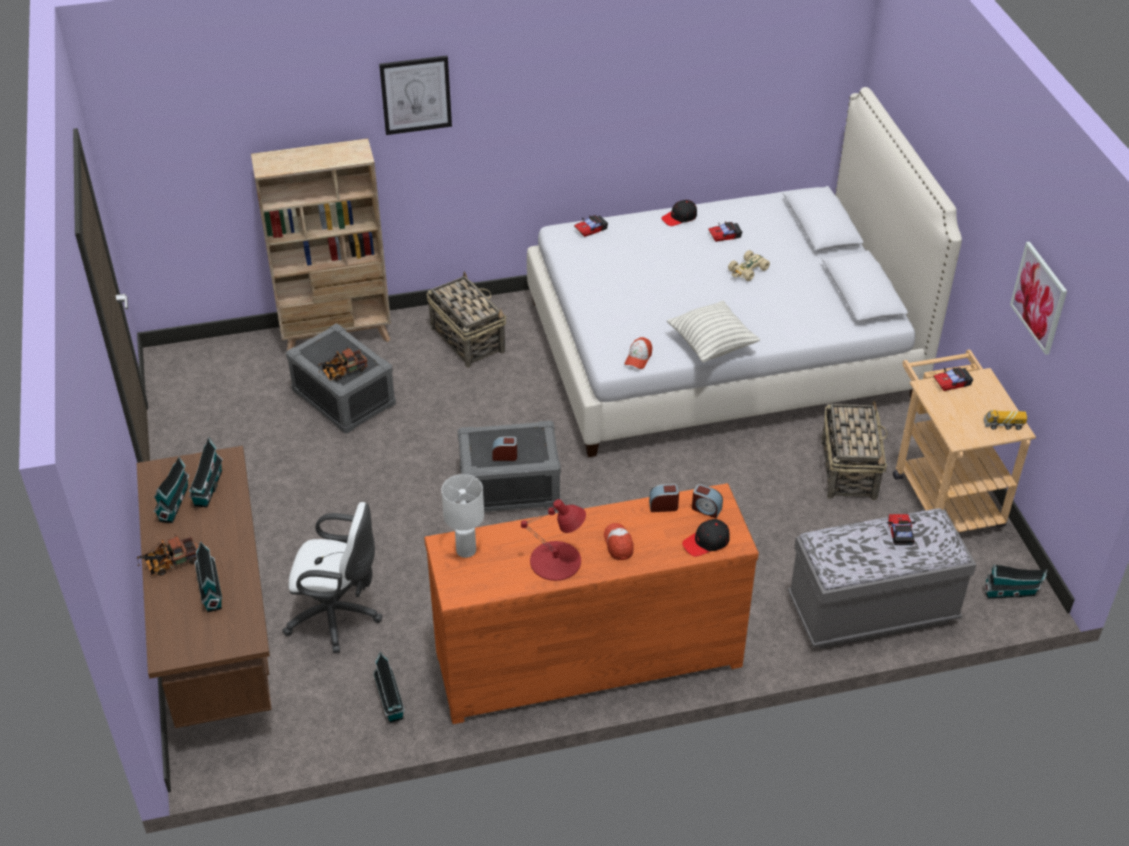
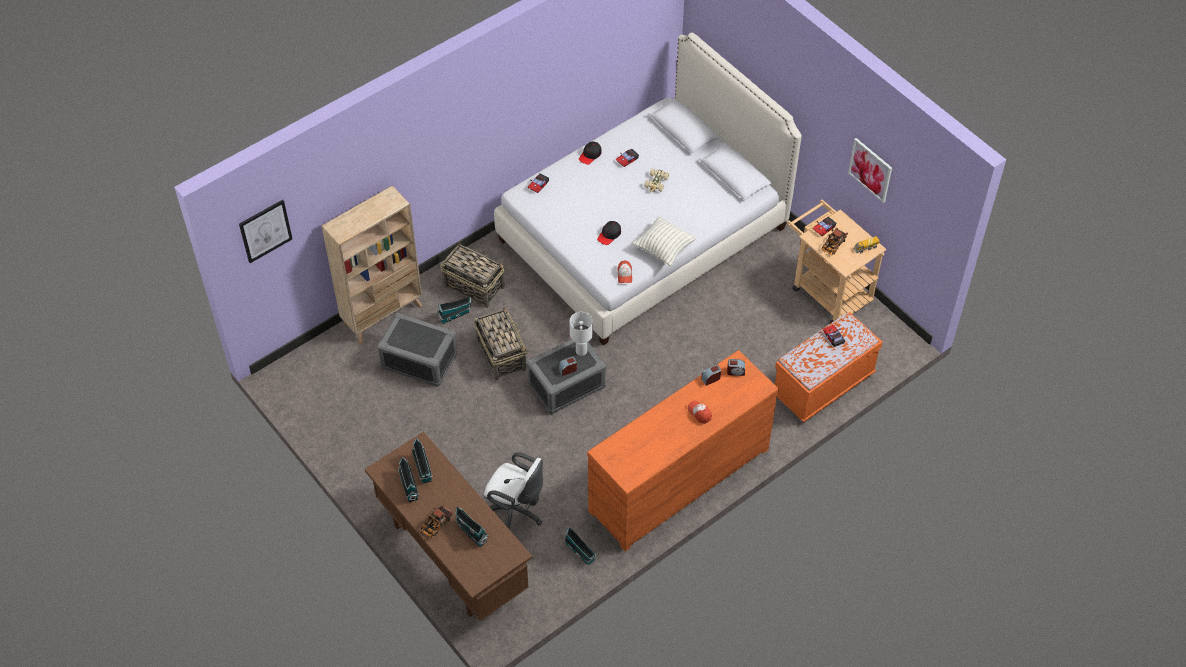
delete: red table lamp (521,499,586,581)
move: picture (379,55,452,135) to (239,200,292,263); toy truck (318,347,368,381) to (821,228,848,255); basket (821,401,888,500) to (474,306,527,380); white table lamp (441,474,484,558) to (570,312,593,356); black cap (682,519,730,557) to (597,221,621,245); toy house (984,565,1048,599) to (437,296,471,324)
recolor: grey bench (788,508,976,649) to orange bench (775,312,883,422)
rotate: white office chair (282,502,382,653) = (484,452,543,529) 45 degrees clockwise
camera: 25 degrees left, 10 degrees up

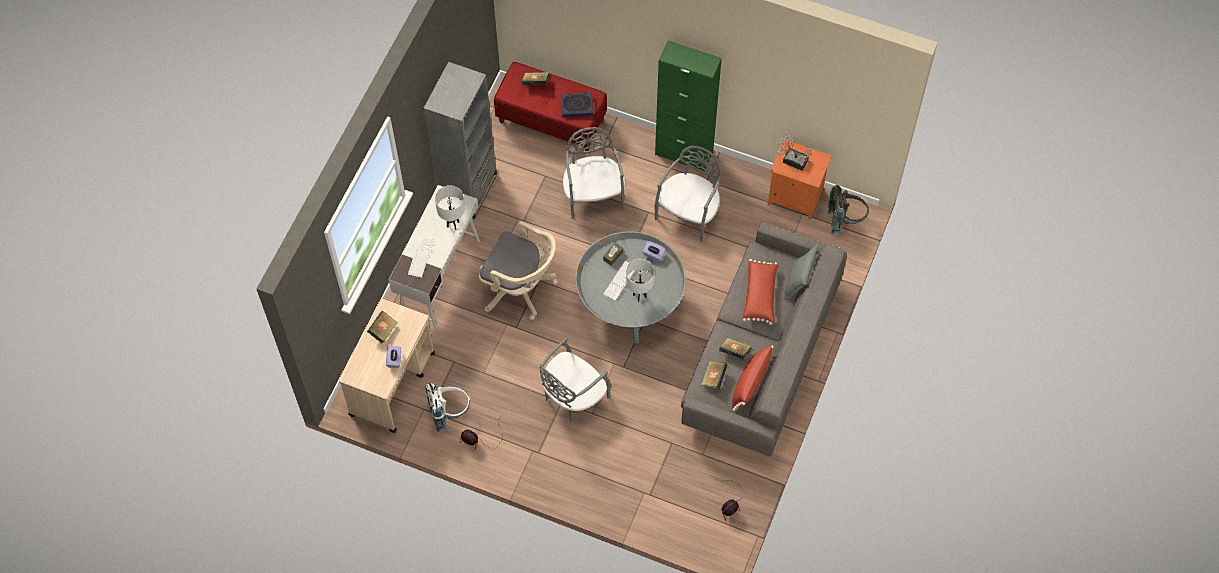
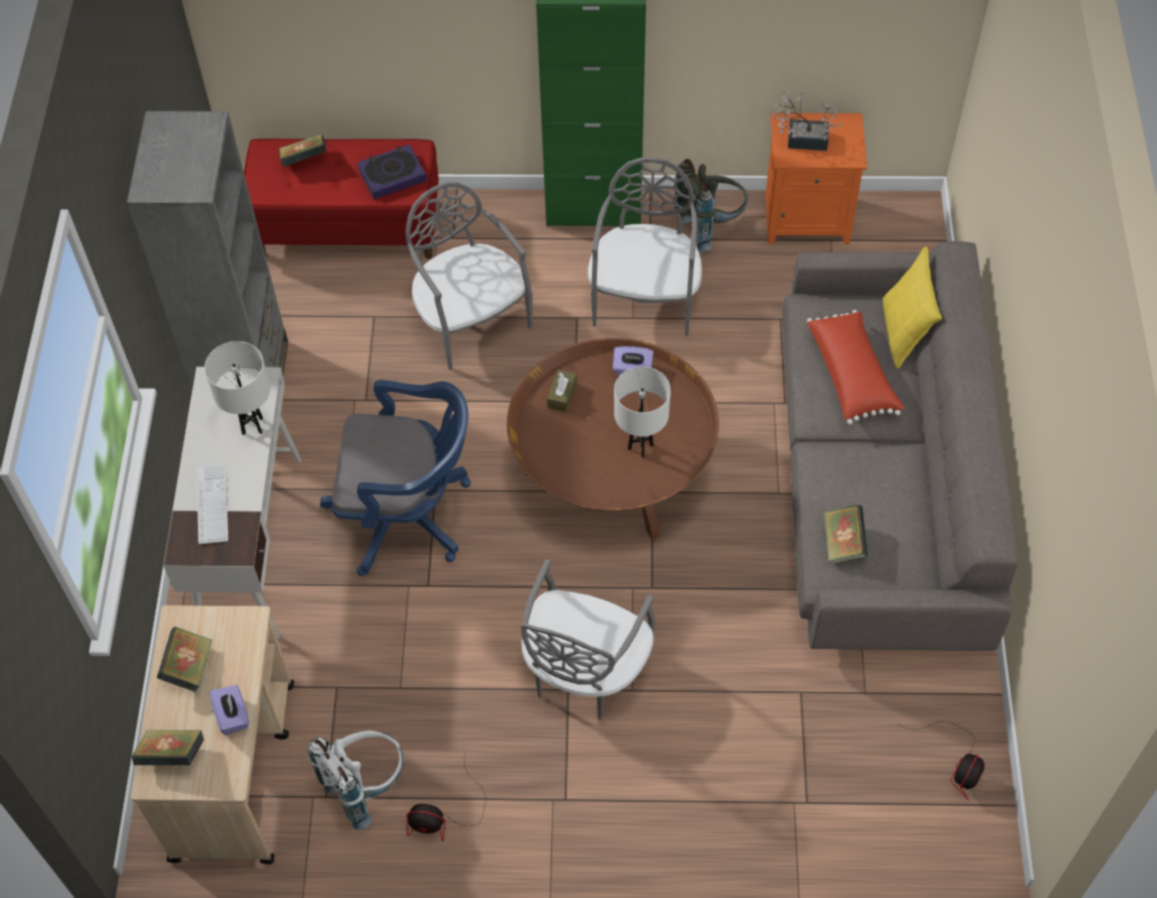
delete: keyboard (603,261,634,301); red pillow (732,345,774,411)
move: grey backpack (828,185,869,235) to (675,159,748,251); book (719,338,752,359) to (132,730,204,766)
recolor: beige office chair (479,221,558,320) to blue office chair (320,380,471,576); grey coffee table (575,232,686,344) to brown coffee table (507,338,719,541); grey pillow (784,244,818,300) to yellow pillow (883,247,942,369)
camera: 20 degrees left, 5 degrees down

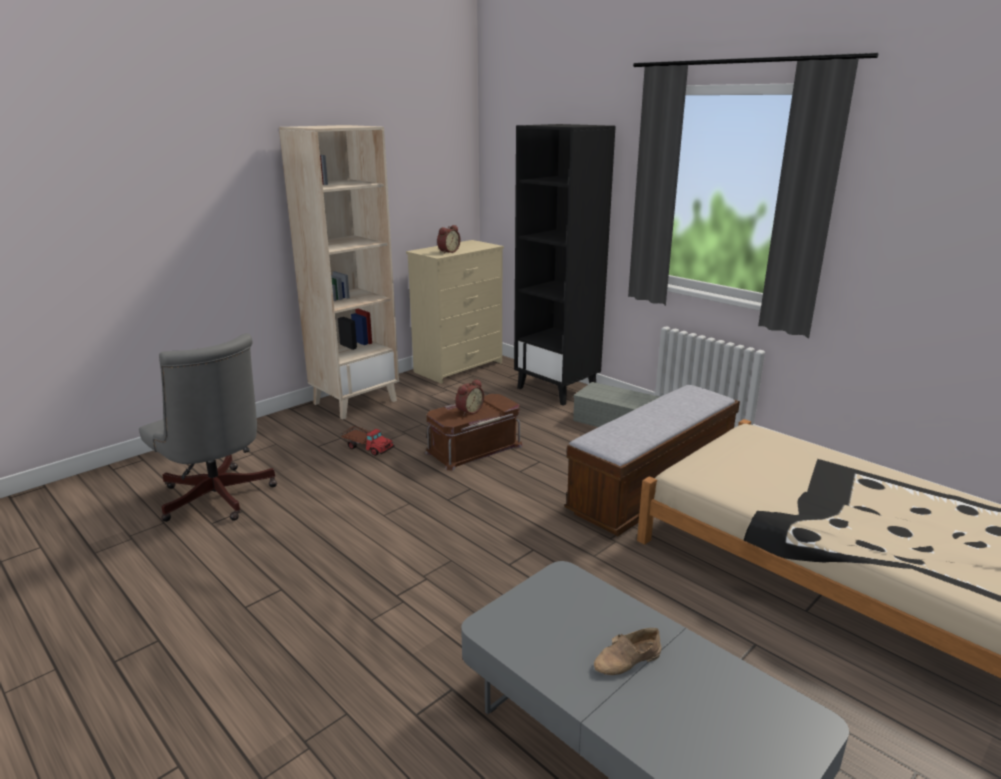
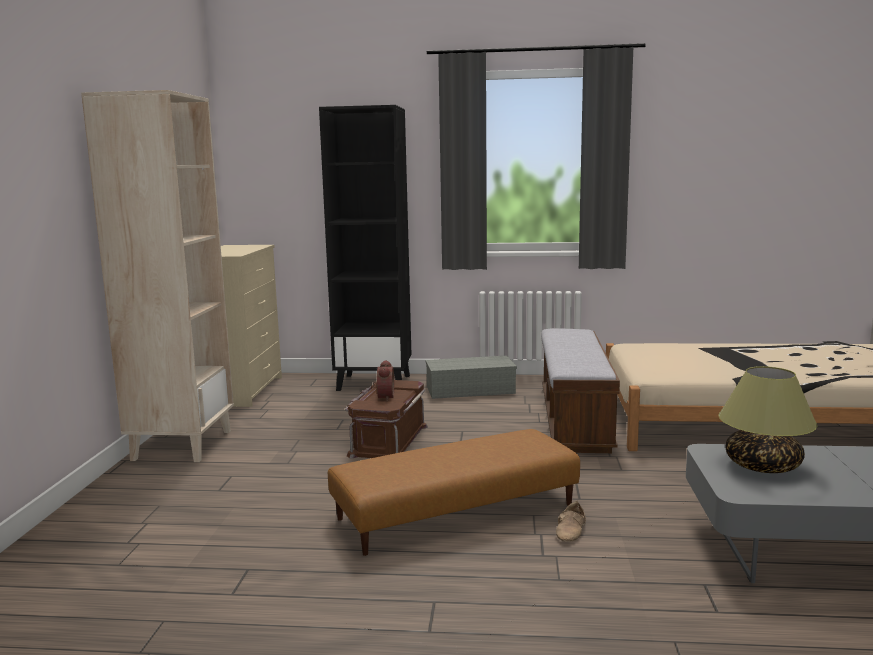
delete: alarm clock (437,225,460,254); grey office chair (139,333,277,522); toy truck (341,426,395,456)
insert: table lamp (719,366,817,473); brown ottoman (328,429,580,556)
move: beige shoe (594,628,661,675) to (556,501,586,542)
camera: 40 degrees left, 10 degrees down

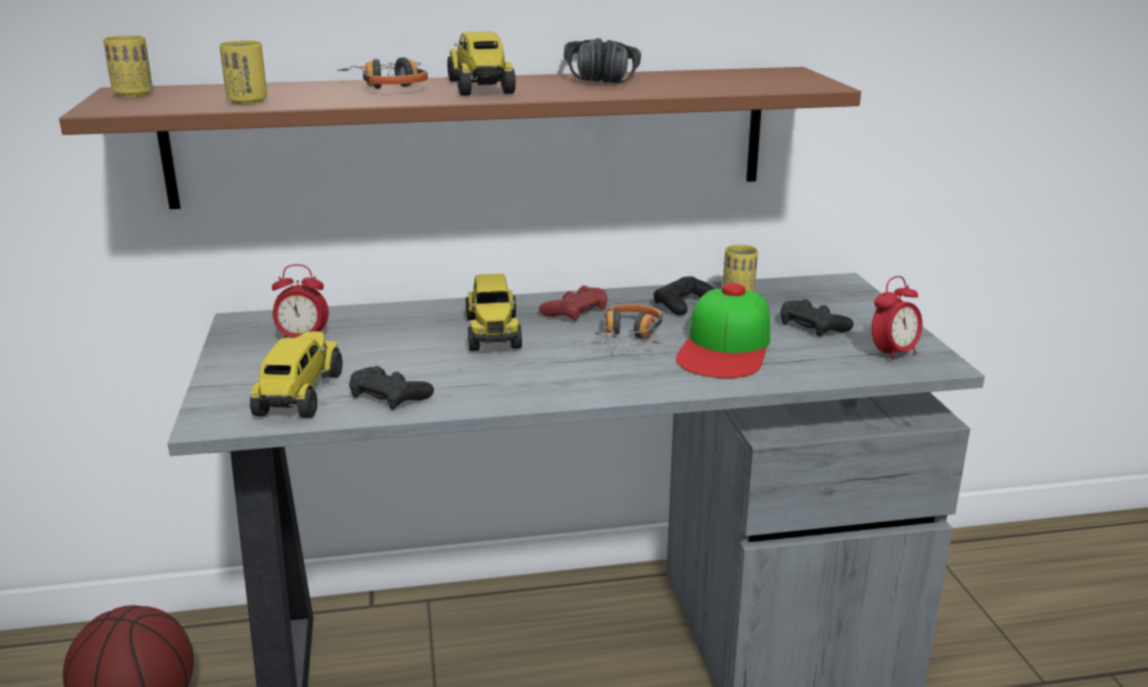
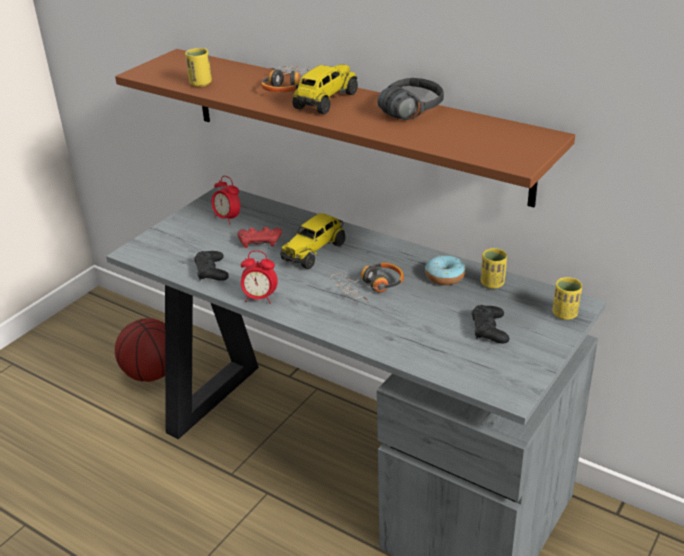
delete: cap (676,283,770,378); toy truck (250,331,343,418)
move: yellow cup (103,35,152,97) to (552,277,582,320); alarm clock (872,276,923,362) to (241,251,278,303); red game controller (539,285,608,322) to (238,227,282,248)
replace: black game controller (653,276,715,315) to donut (425,255,465,285)
camera: 45 degrees right, 10 degrees up

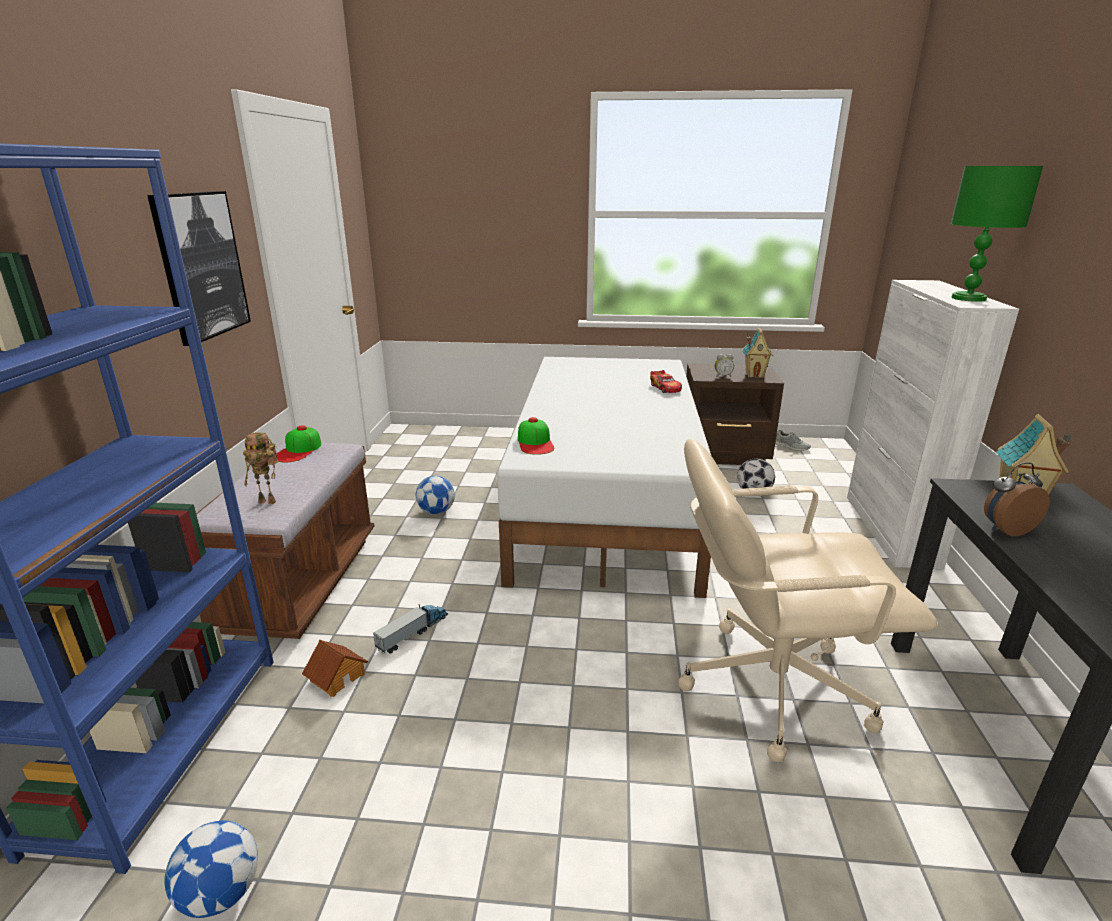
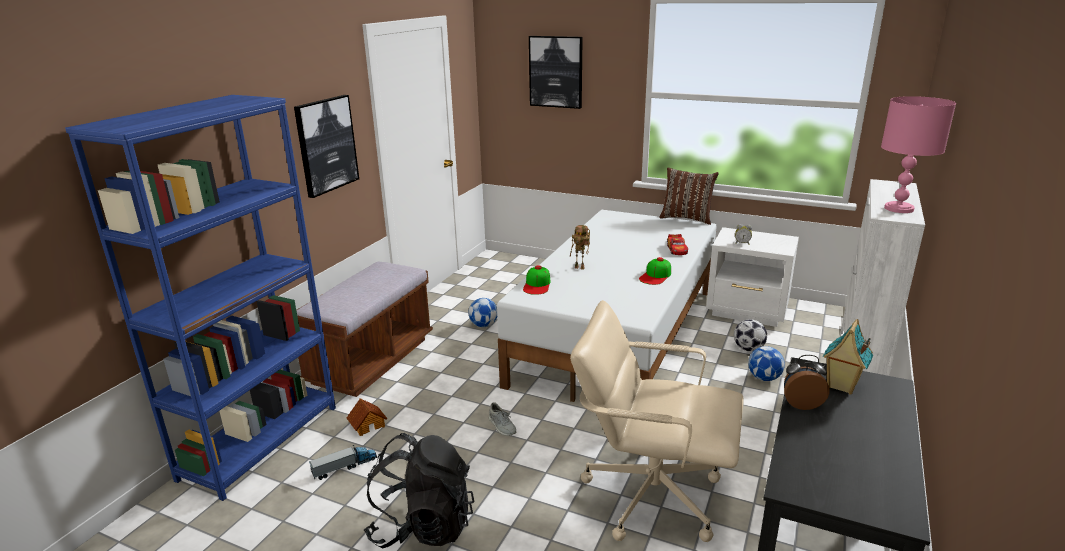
delete: toy house (742,328,773,378)
insert: picture (529,36,583,109); brown pillow (659,168,719,225); black backpack (364,433,474,548)
move: cap (276,425,321,462) to (639,257,671,285); grey shoe (775,430,811,451) to (489,402,516,436); toy robot (243,432,278,504) to (570,225,590,270); toy truck (373,604,448,654) to (309,445,378,480); football (165,821,258,918) to (748,346,785,381)
recolor: green table lamp (951,166,1043,302) to pink table lamp (881,96,956,213); brown nightstand (686,363,784,465) to white nightstand (706,227,799,327)
camera: 20 degrees right, 0 degrees up

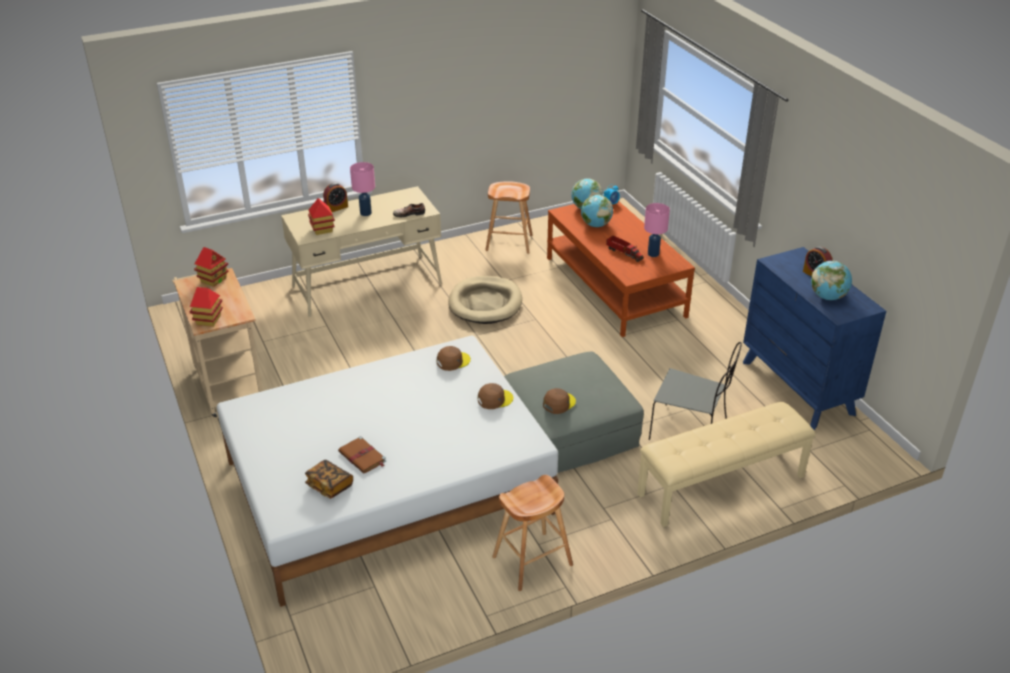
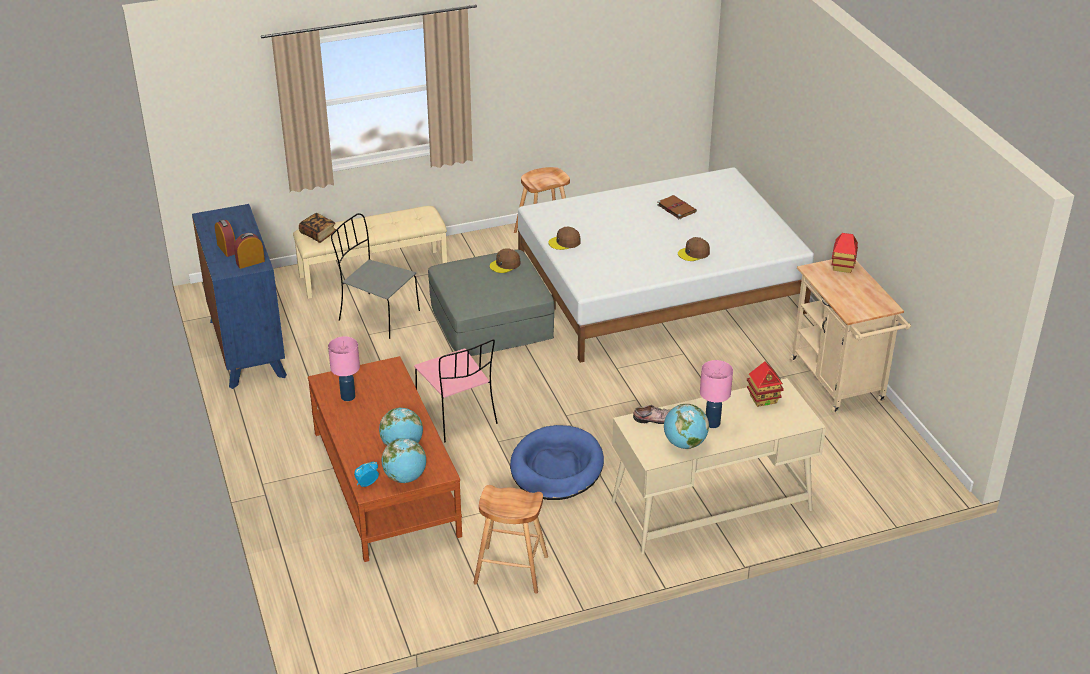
delete: toy truck (606,235,644,262); toy house (194,247,229,287)
insert: pink chair (414,339,498,442)
move: alarm clock (323,183,348,212) to (234,233,265,269); globe (811,261,852,300) to (664,404,709,449); brown cap (437,346,471,371) to (678,237,710,261); book (305,460,353,499) to (299,213,336,243)
recolor: beige dog bed (448,276,522,324) to blue dog bed (510,425,604,500)
camera: 175 degrees left, 0 degrees up

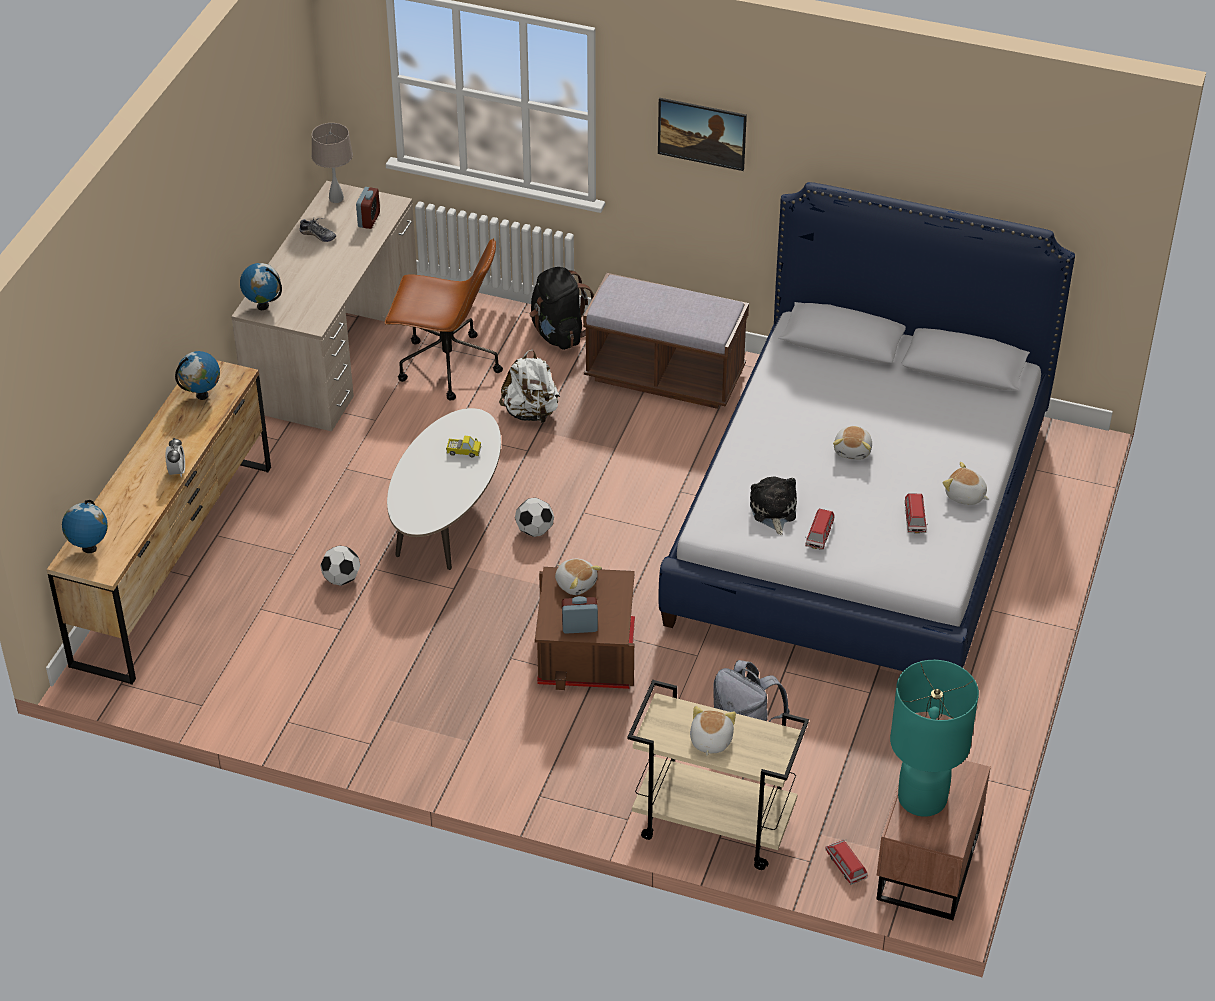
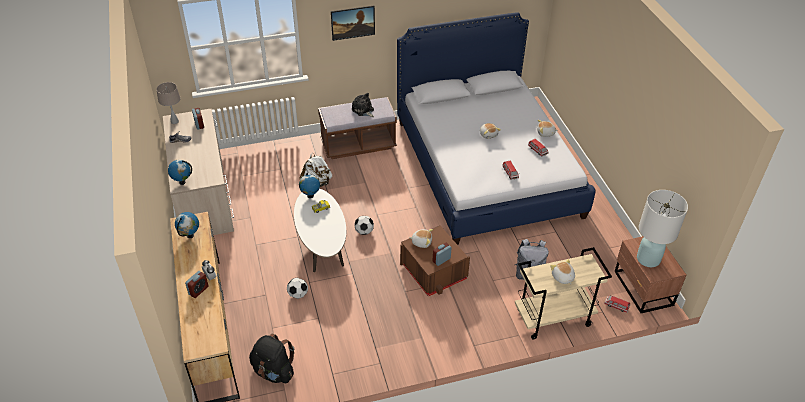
delete: brown office chair (384,238,503,400)
insert: alarm clock (185,271,208,298)
move: black backpack (530,267,594,350) to (249,334,294,383); plush toy (750,476,797,535) to (352,93,374,117); globe (62,500,108,553) to (299,173,320,198)
recolor: turquoise table lamp (890,660,979,817) to white table lamp (637,190,688,267)
camera: 35 degrees left, 0 degrees up

